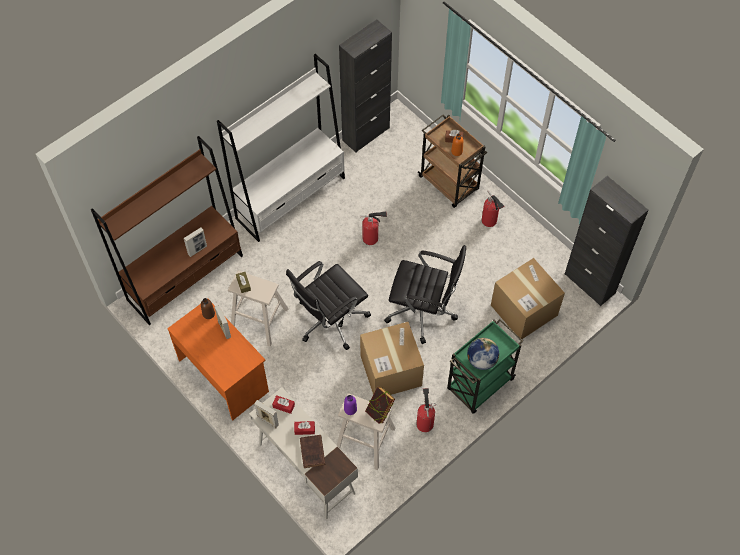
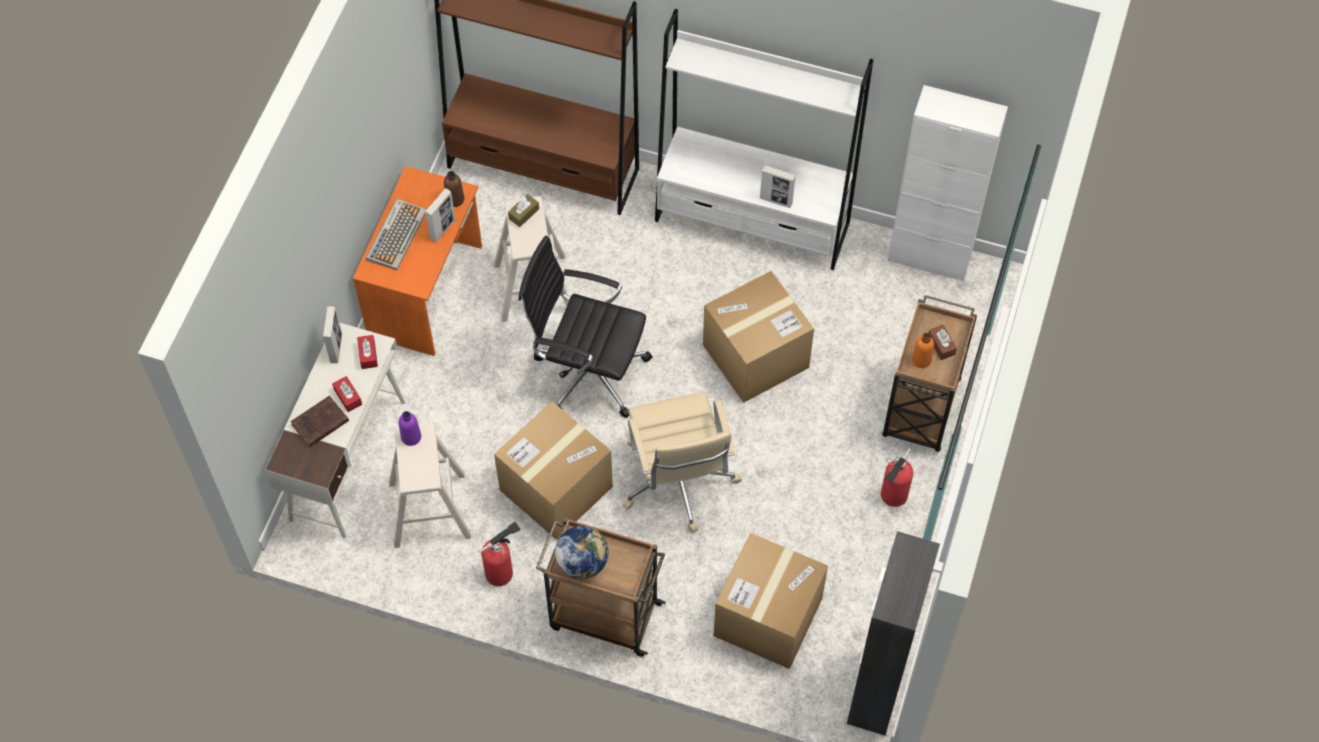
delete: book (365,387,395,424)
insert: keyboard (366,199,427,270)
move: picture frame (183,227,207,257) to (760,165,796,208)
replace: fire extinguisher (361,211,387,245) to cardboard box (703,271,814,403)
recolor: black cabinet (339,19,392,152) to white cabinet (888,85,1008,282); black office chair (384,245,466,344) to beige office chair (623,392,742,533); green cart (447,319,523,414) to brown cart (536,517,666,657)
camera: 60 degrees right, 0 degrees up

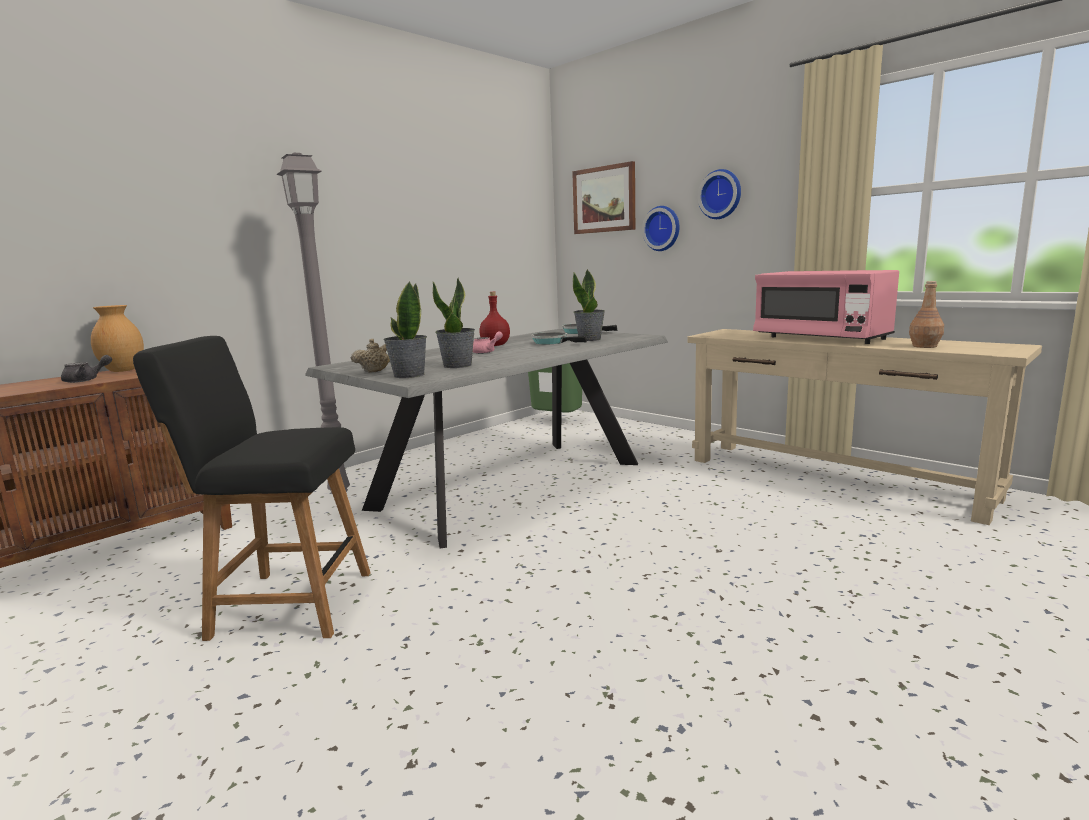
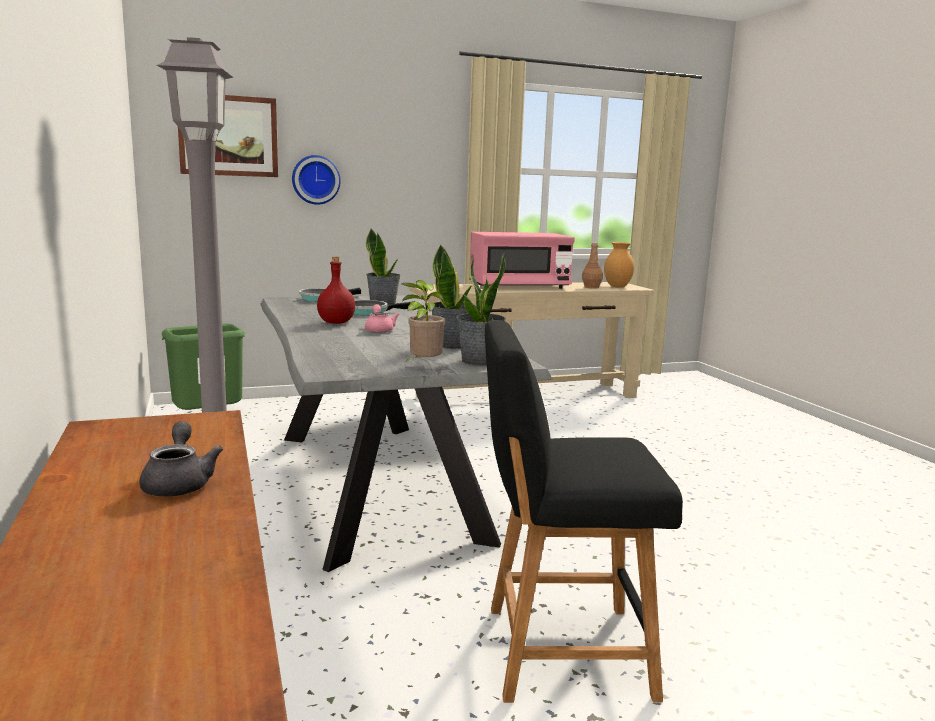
delete: wall clock (698,169,741,219)
move: brown vase (91,305,144,372) to (604,242,634,287)
replace: beige teapot (350,339,390,373) to potted plant (402,280,445,363)
rotate: black chair (133,336,371,641) = (485,320,683,703) 60 degrees clockwise
camera: 65 degrees left, 0 degrees up

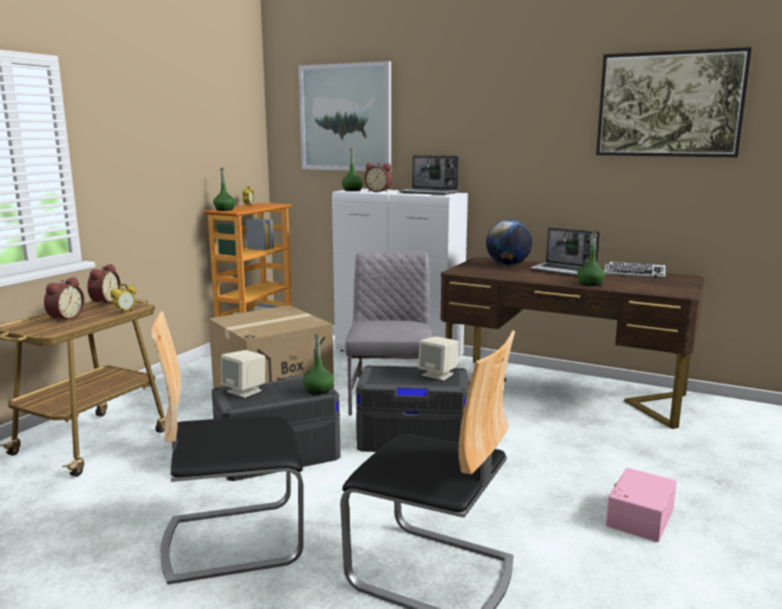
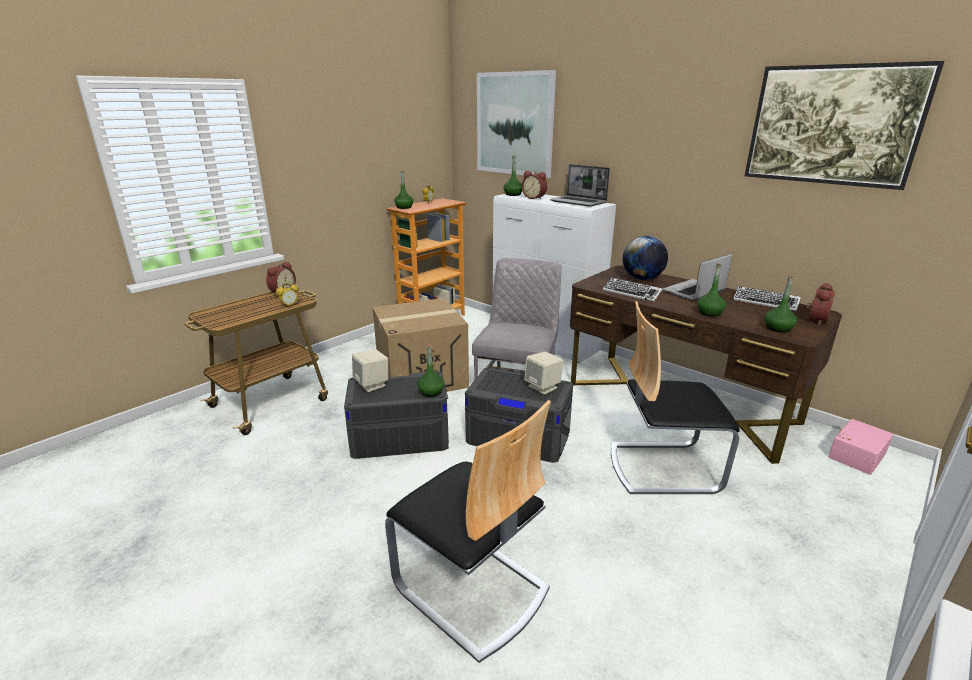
insert: green bottle (765,276,797,333); keyboard (603,278,663,302)
move: alarm clock (44,277,85,323) to (807,283,835,325); chair (152,311,303,585) to (611,301,740,494); pink storage box (606,468,677,542) to (828,419,893,475)
rotate: laptop (530,227,600,276) = (663,254,732,301) 90 degrees clockwise
camera: 15 degrees right, 10 degrees up

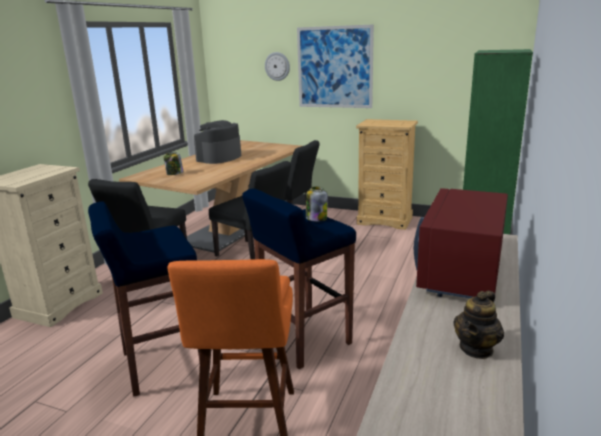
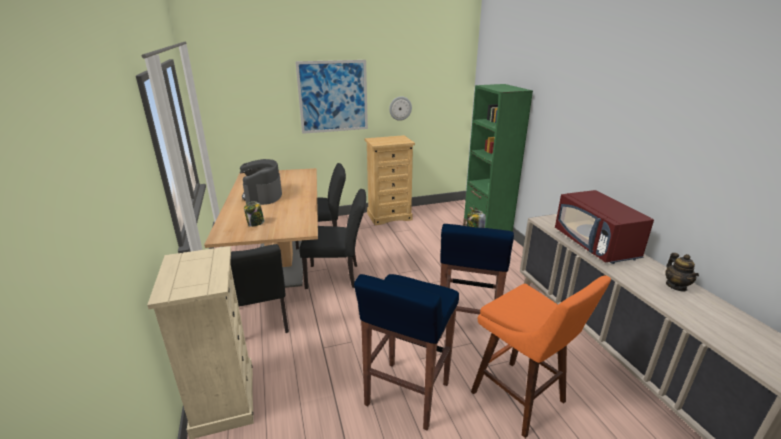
move: wall clock (265,52,290,81) to (389,96,412,121)
camera: 40 degrees left, 5 degrees up

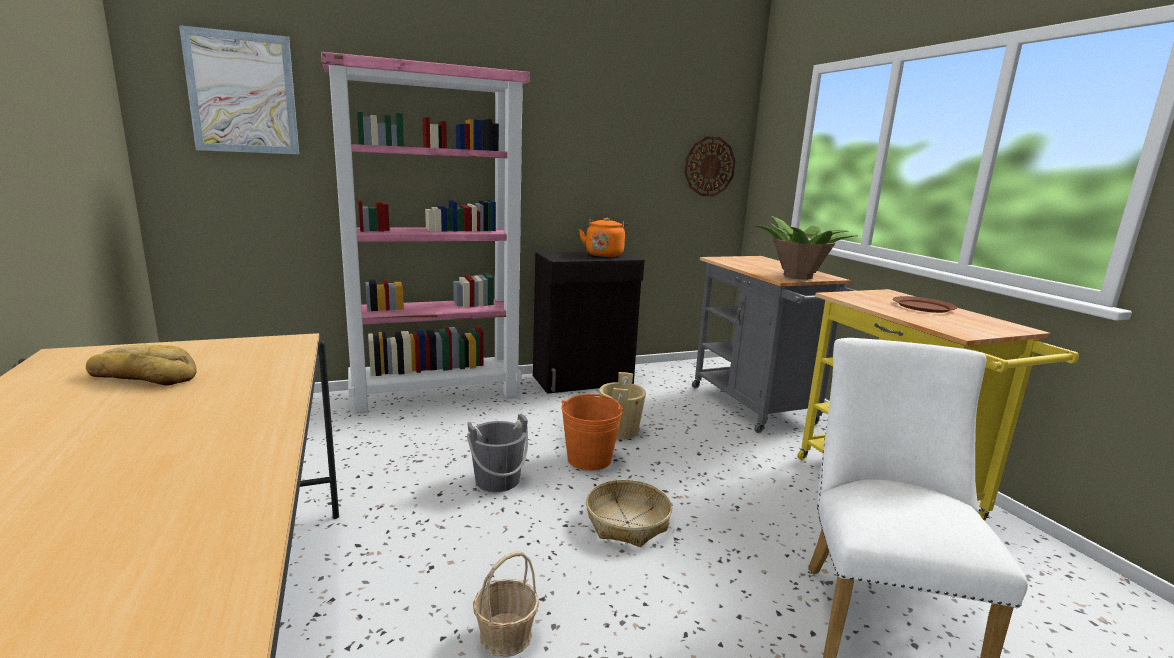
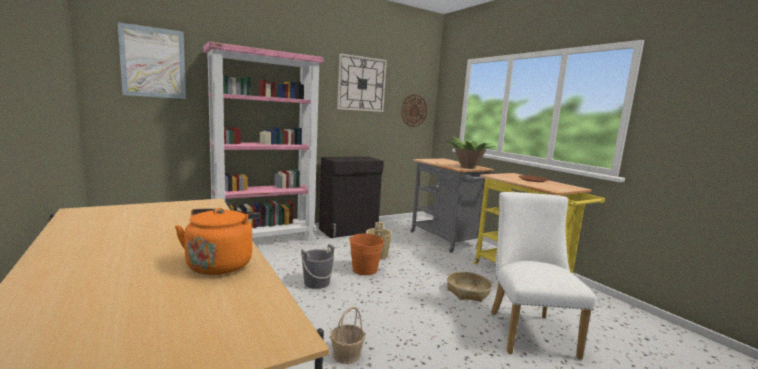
delete: bread (86,344,197,385)
insert: wall clock (337,53,387,112)
move: orange kettle (579,218,628,257) to (175,208,260,275); basket (586,479,672,547) to (447,272,492,302)
camera: 10 degrees left, 5 degrees down

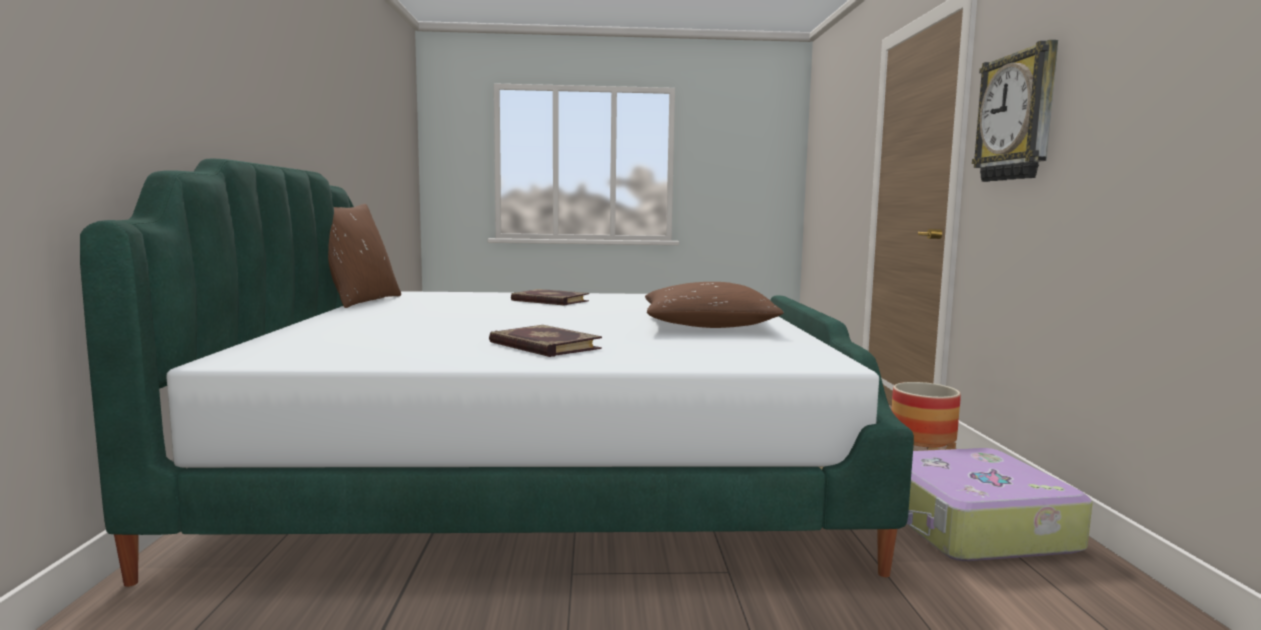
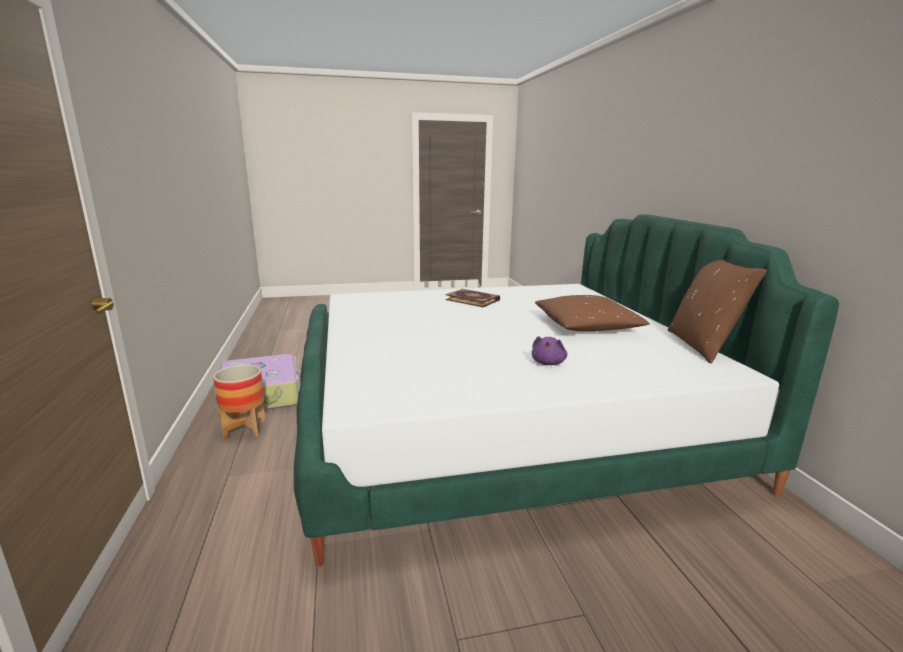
delete: wall clock (972,40,1058,182)
move: brown pillow (645,282,784,328) to (535,295,650,331)
replace: book (511,289,589,306) to purple plush toy (532,336,567,365)
camera: 170 degrees right, 10 degrees up

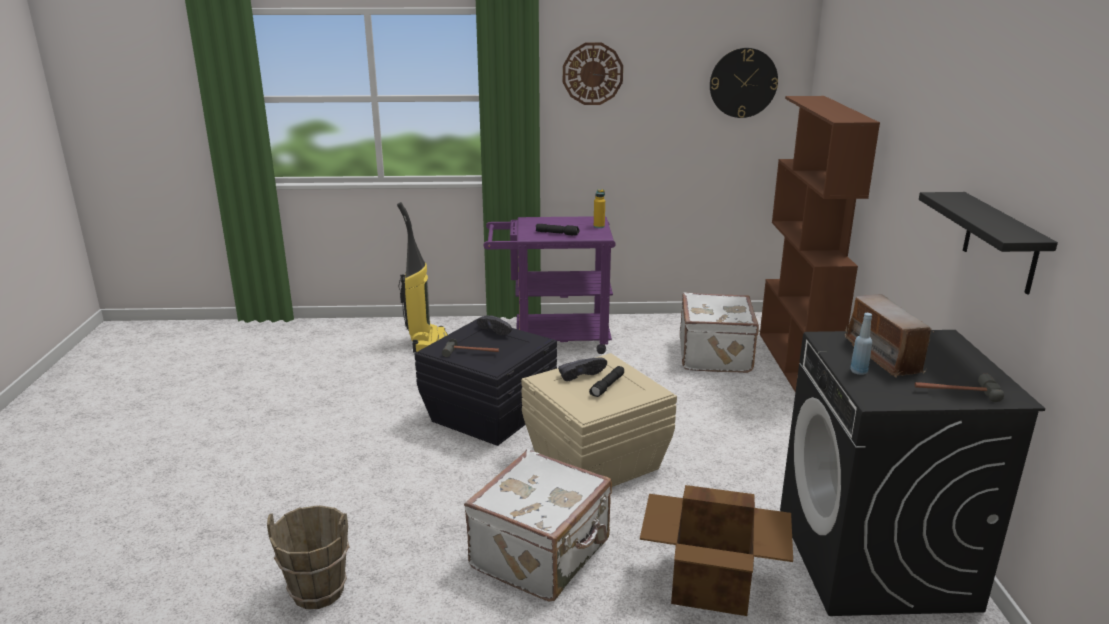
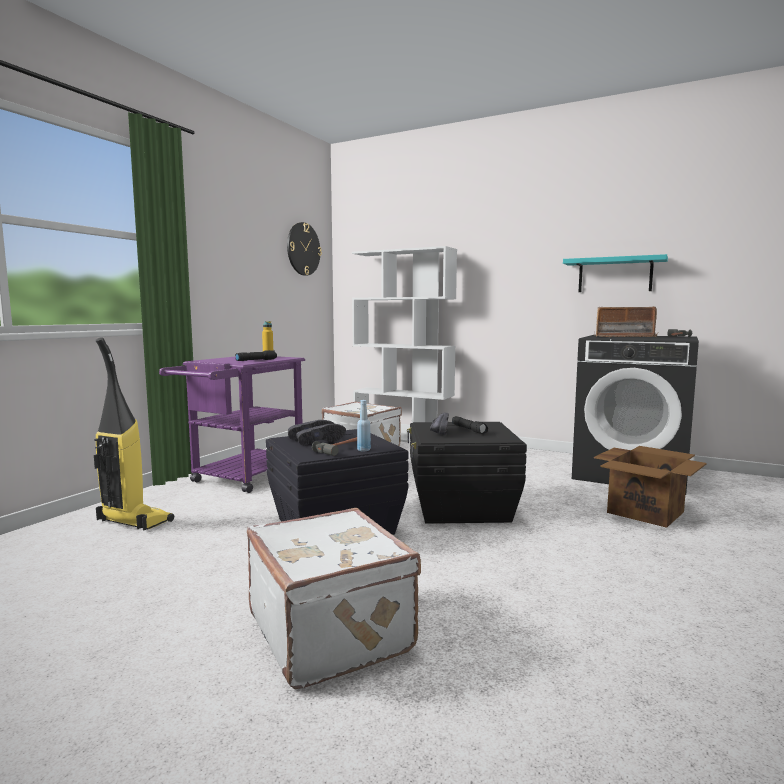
delete: wall clock (563,43,623,105); brown bucket (267,505,349,609)
insert: black shoe (296,424,346,445)
move: blue bottle (850,313,872,375) to (357,400,371,451); white suitcase (464,449,612,602) to (247,508,421,689)
recolor: brown bookcase (760,96,880,392) to white bookcase (352,246,457,443); black shelf (919,192,1058,294) to turquoise shelf (563,254,668,292); beige storage box (521,353,677,487) to black storage box (407,422,527,524)
camera: 60 degrees left, 15 degrees down

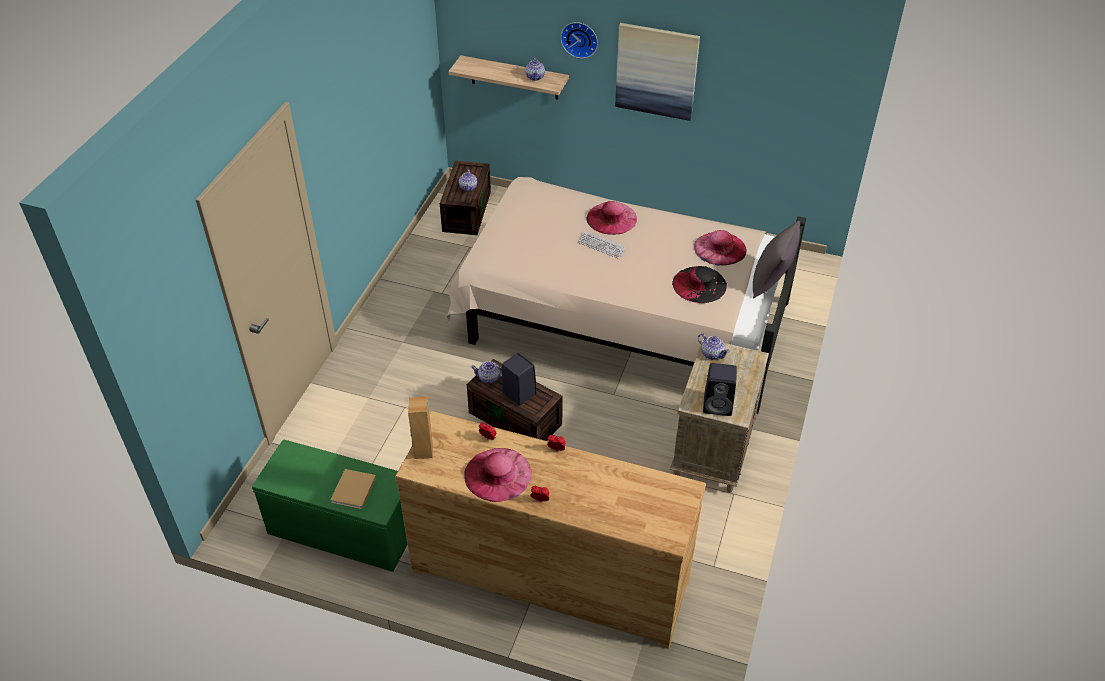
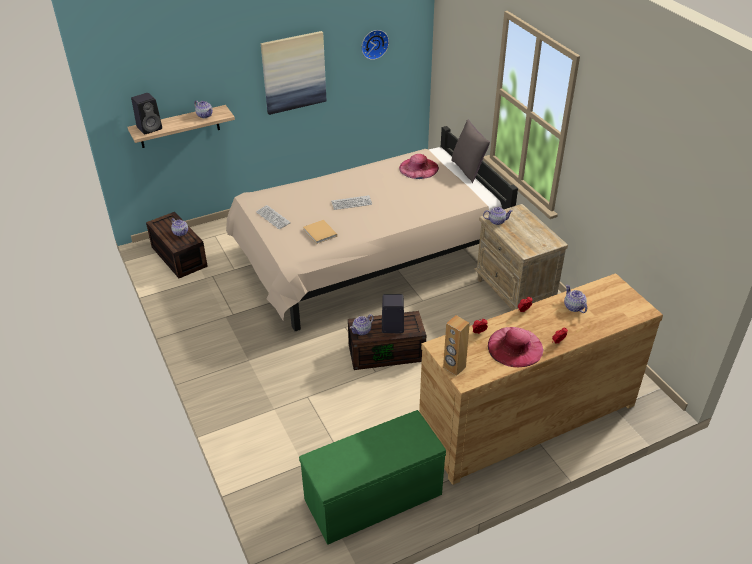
delete: pink hat (586,201,637,235); black hat (672,266,727,303)
insert: keyboard (256,205,291,229); teapot (564,285,587,313)
move: wall clock (560,22,598,59) to (361,30,389,60); black speaker (703,363,737,416) to (131,93,162,134); beige book (330,469,376,509) to (303,220,337,244)
camera: 45 degrees left, 5 degrees down

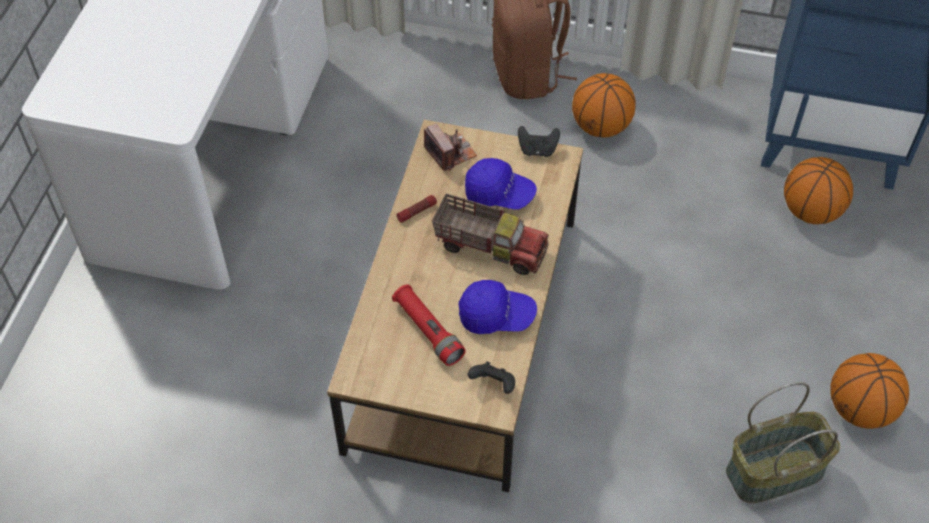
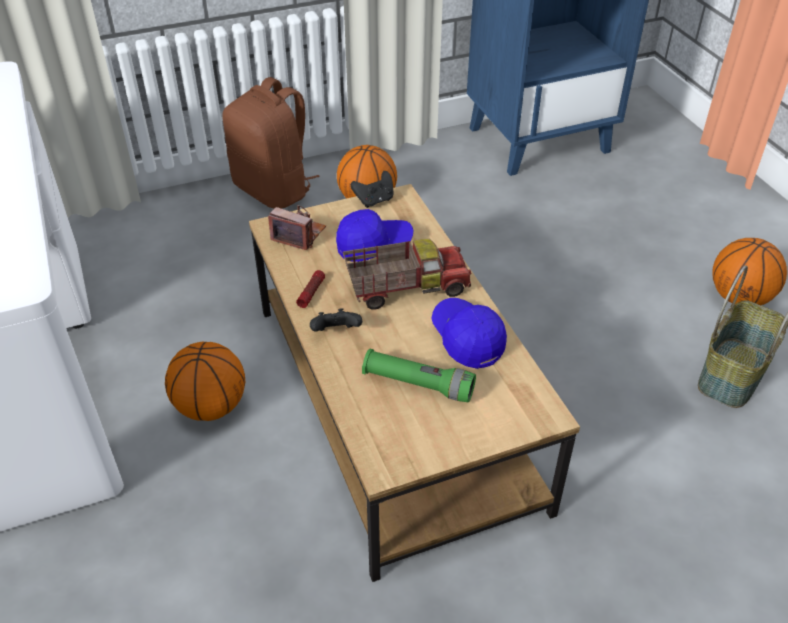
move: basketball (784,157,853,224) to (165,342,245,421); black game controller (468,361,515,394) to (310,308,362,332)
recolor: red flashlight (392,284,466,366) to green flashlight (362,349,476,402)
rotate: blue cap (459,280,537,334) = (431,298,507,369) 90 degrees counterclockwise
camera: 35 degrees left, 10 degrees down

